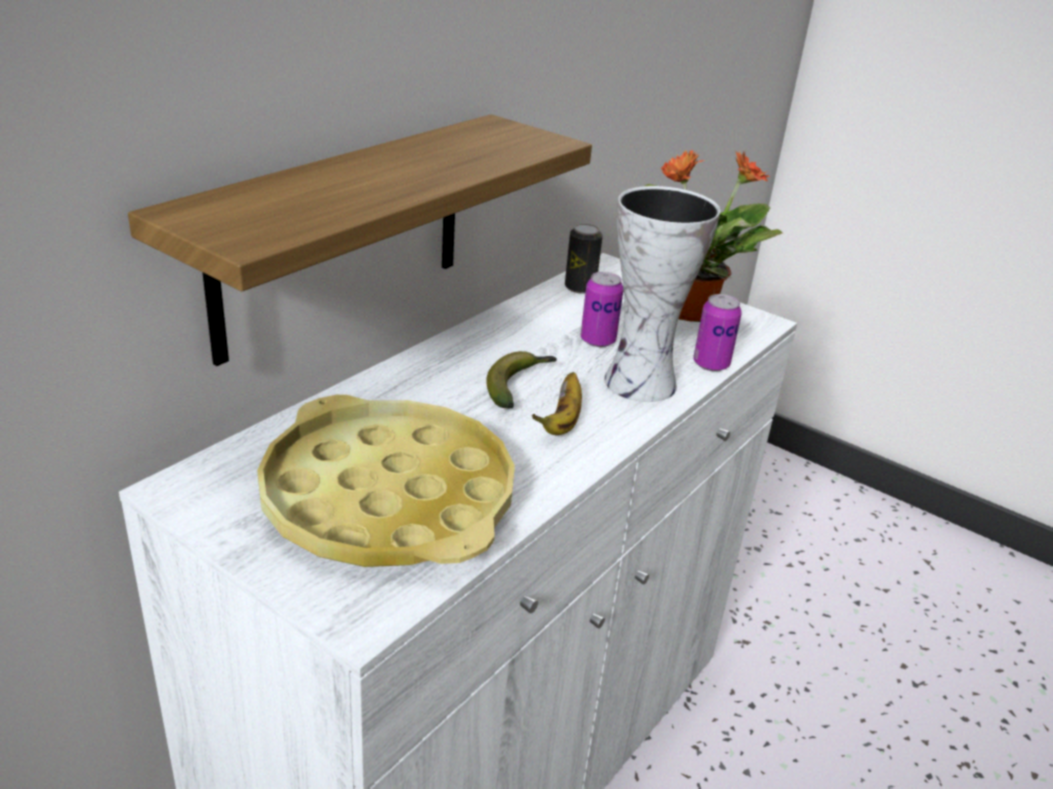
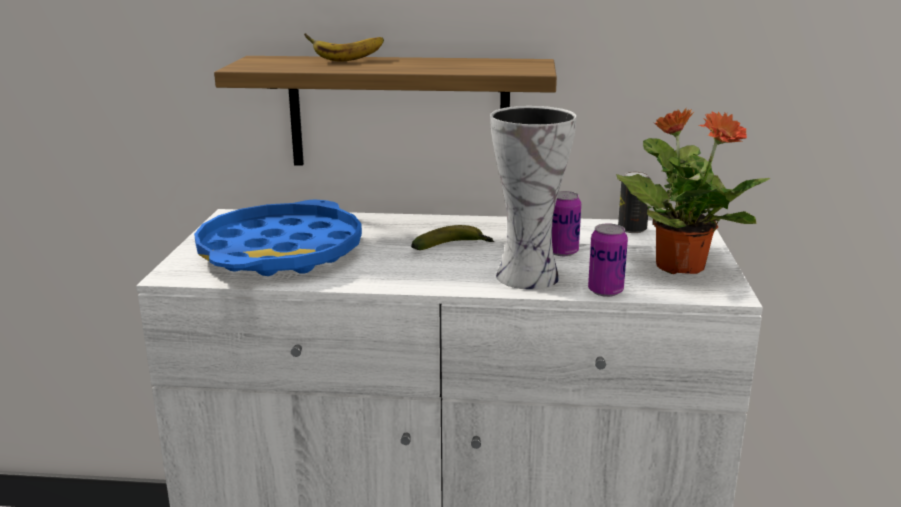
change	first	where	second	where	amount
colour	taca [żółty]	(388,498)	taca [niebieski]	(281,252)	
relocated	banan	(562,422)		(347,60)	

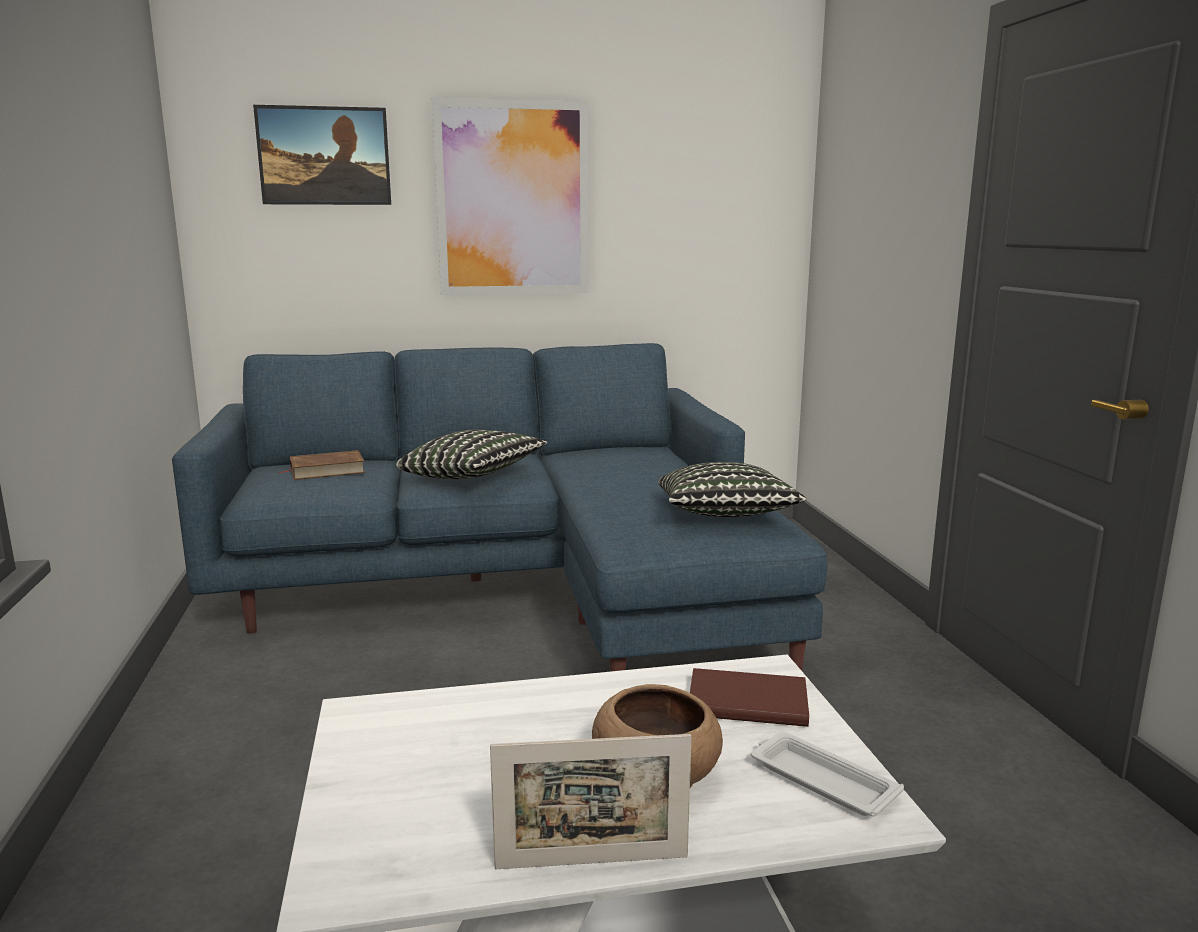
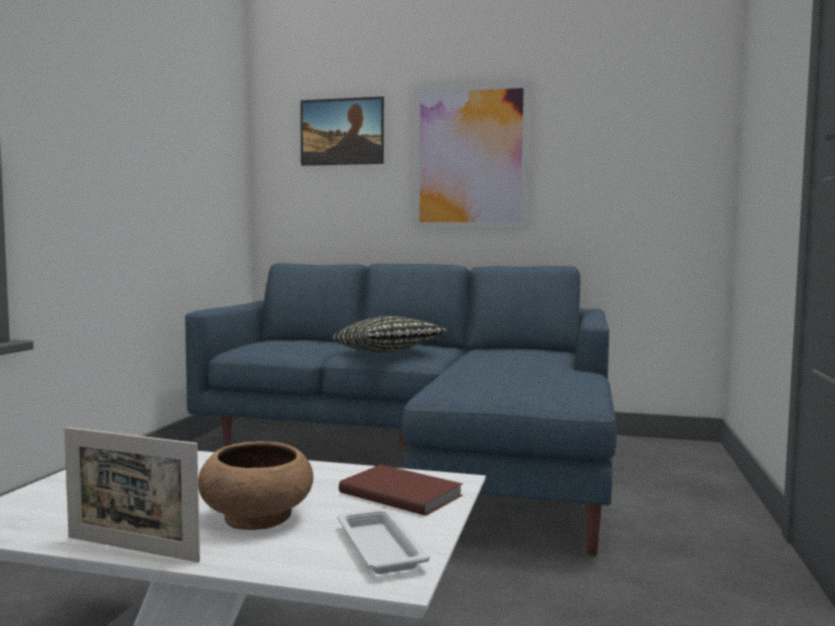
change	first	where	second	where	amount
missing	książka [brązowy]	(327,470)			
missing	poduszka	(724,516)			

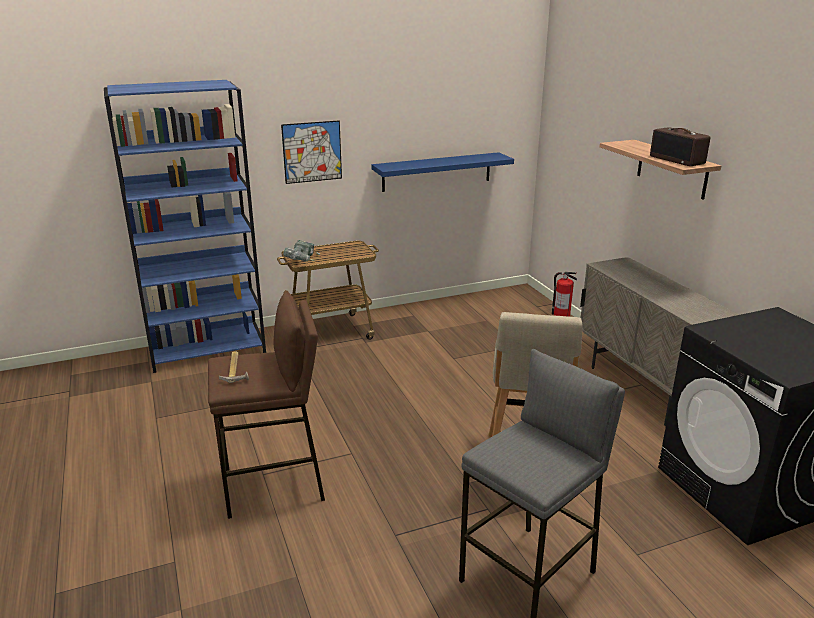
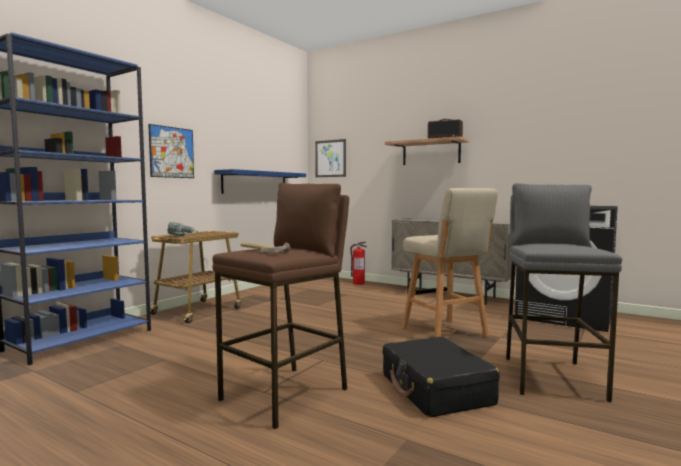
change	first	where	second	where	amount
appeared			obraz	(330,158)	
appeared			walizka [czarny]	(436,390)	

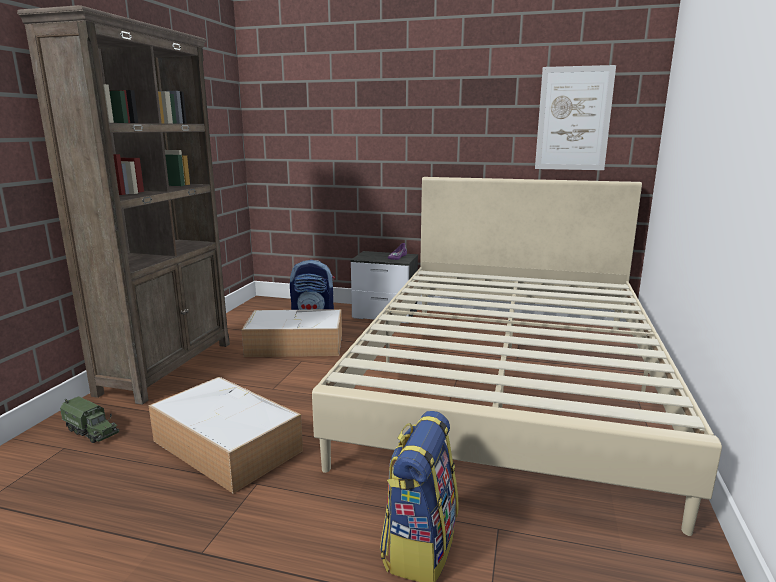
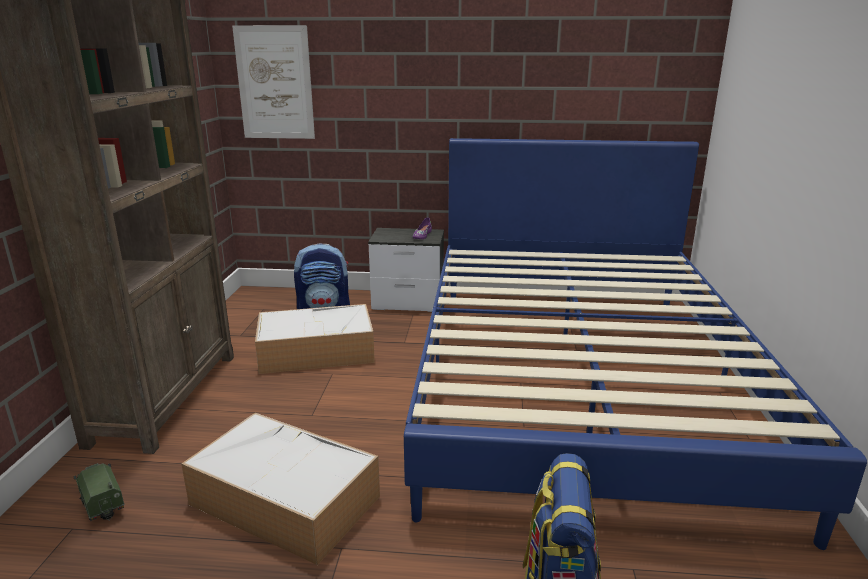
change	first	where	second	where	amount
spun	ciężarówka zabawkowa	(92,431)		(101,500)	150 degrees counterclockwise
relocated	obraz	(573,119)		(275,83)	
colour	łóżko [beżowy]	(509,382)	łóżko [niebieski]	(578,380)	

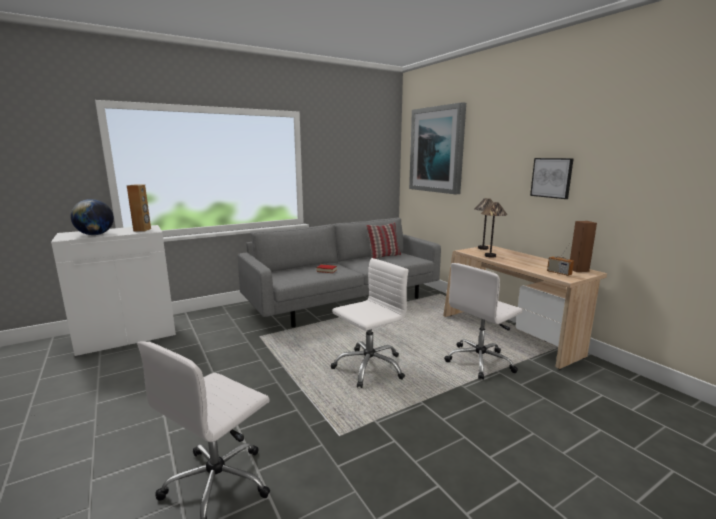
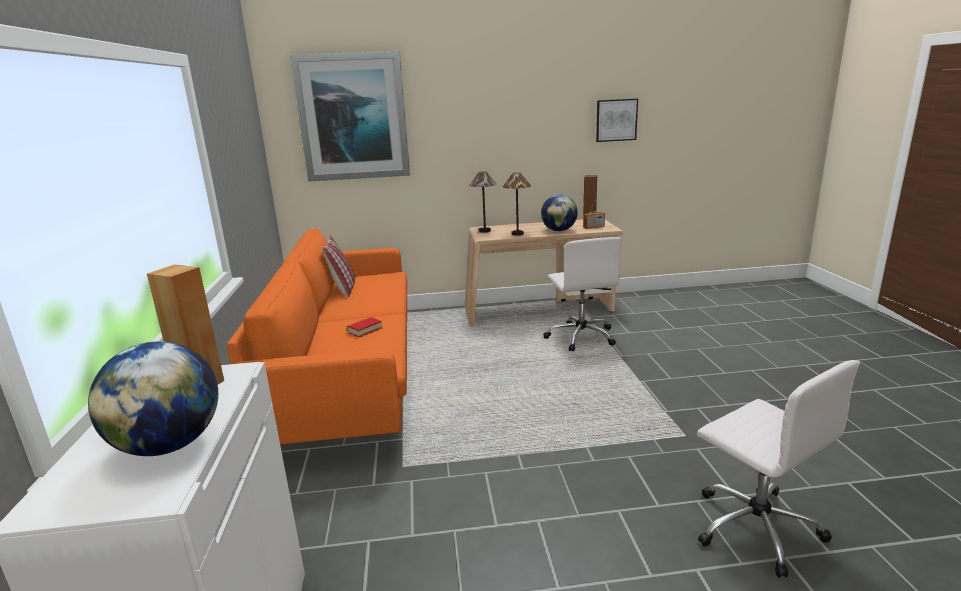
change	first	where	second	where	amount
colour	kanapa [szary]	(345,301)	kanapa [pomarańczowy]	(349,375)	
appeared			globus	(559,230)	
relocated	obraz	(551,178)		(616,120)	
missing	krzesło biurowe [biały]	(369,367)			

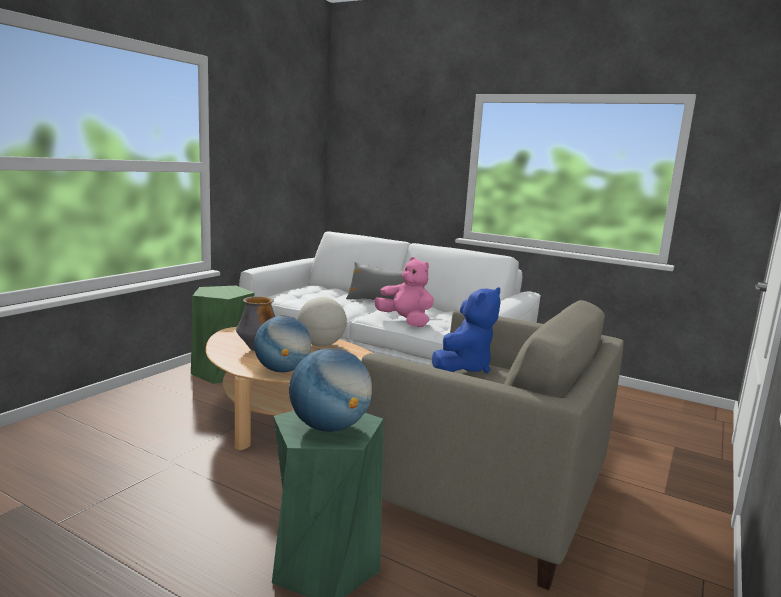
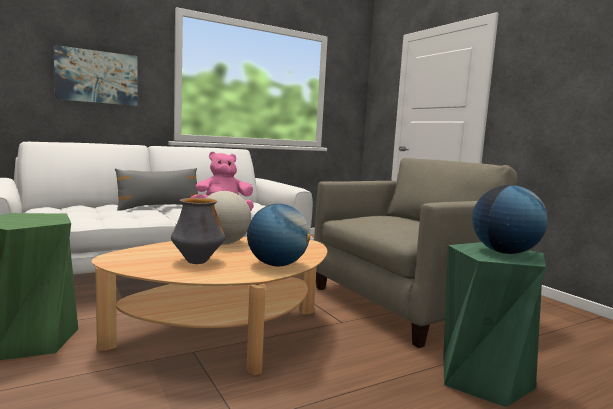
change	first	where	second	where	amount
appeared			obraz	(97,77)	
missing	pluszak [niebieski]	(464,367)			

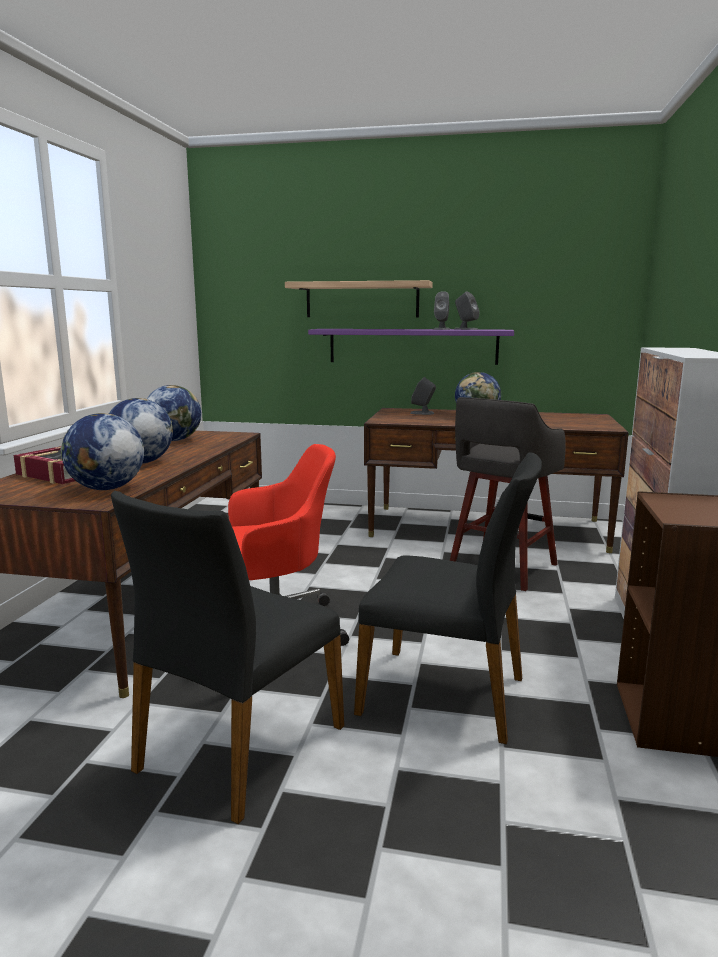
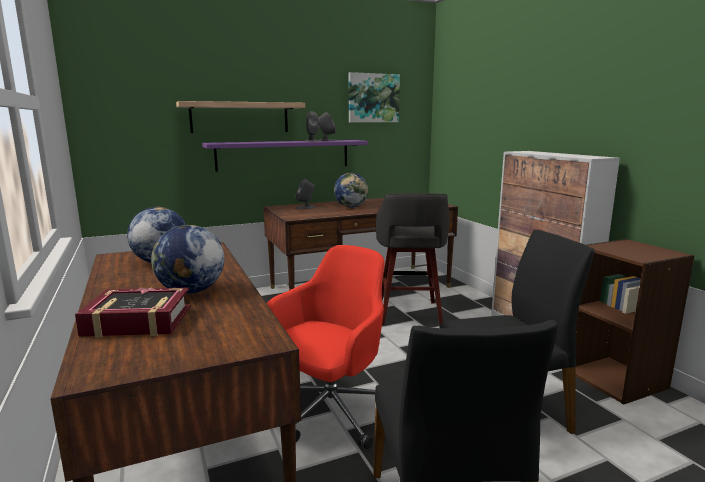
change	first	where	second	where	amount
appeared			obraz	(373,98)	
missing	globus	(106,489)			

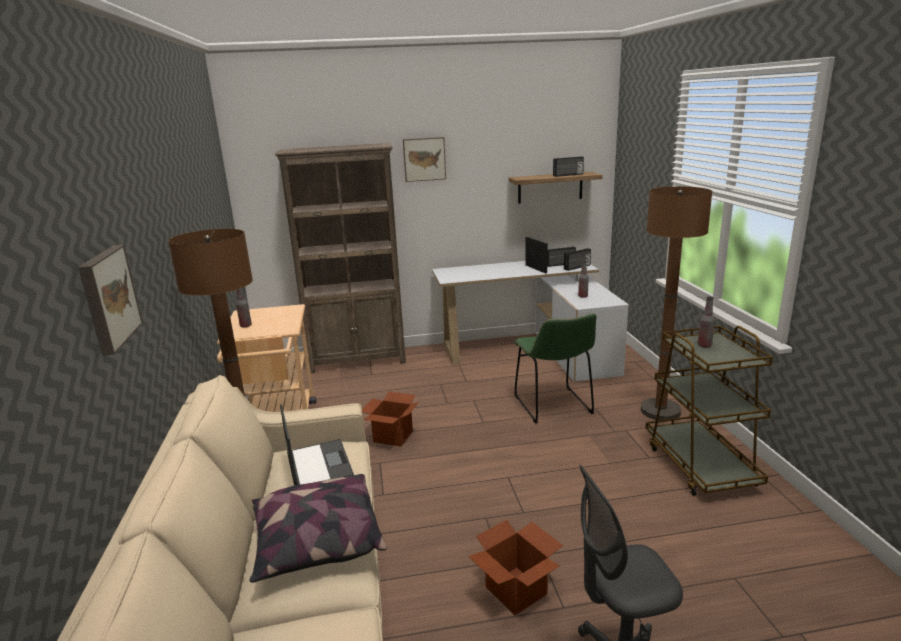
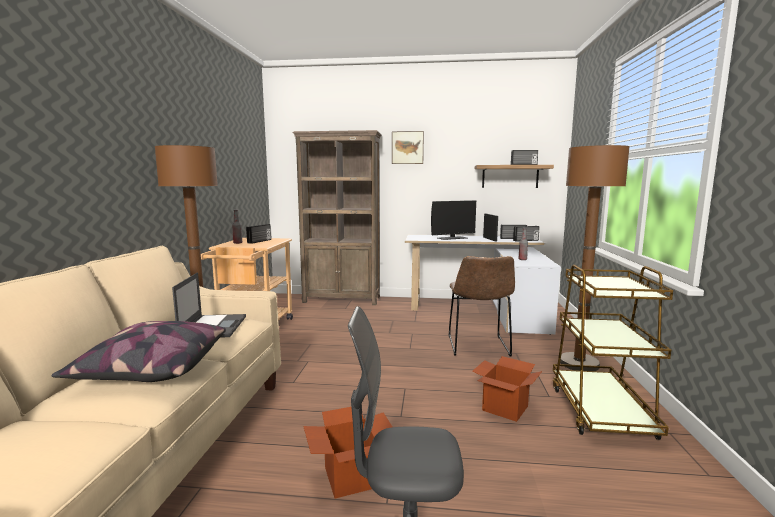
change	first	where	second	where	amount
appeared			radio	(260,241)	
appeared			monitor	(452,238)	
colour	krzesło [zielony]	(554,407)	krzesło [brązowy]	(478,347)	
relocated	karton	(393,436)		(505,408)	
missing	obraz	(107,298)			
missing	butelka	(704,345)			

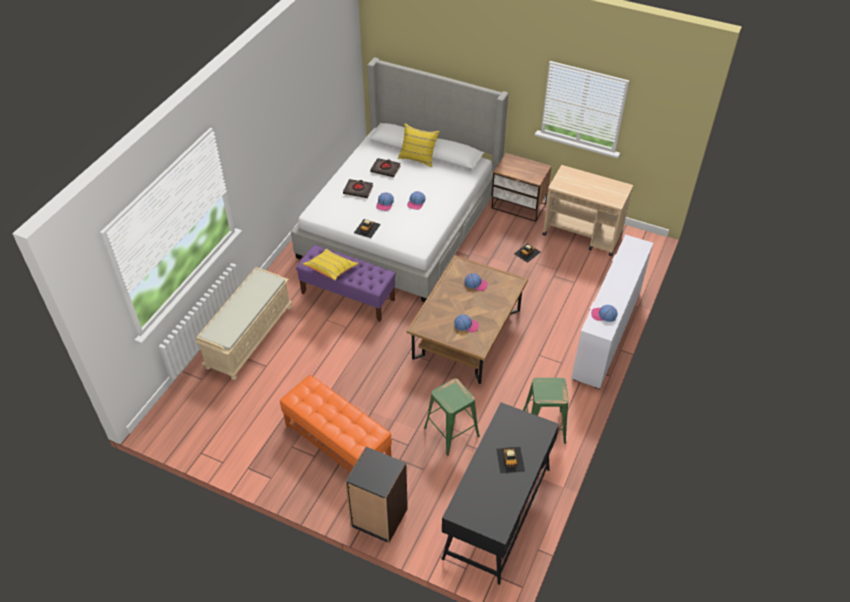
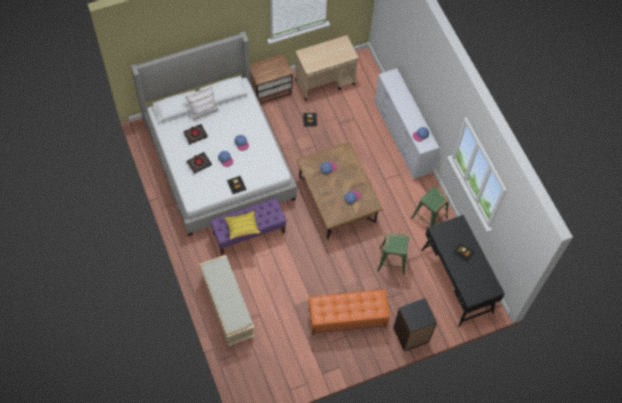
change	first	where	second	where	amount
colour	poduszka [żółty]	(418,157)	poduszka [biały]	(203,110)	

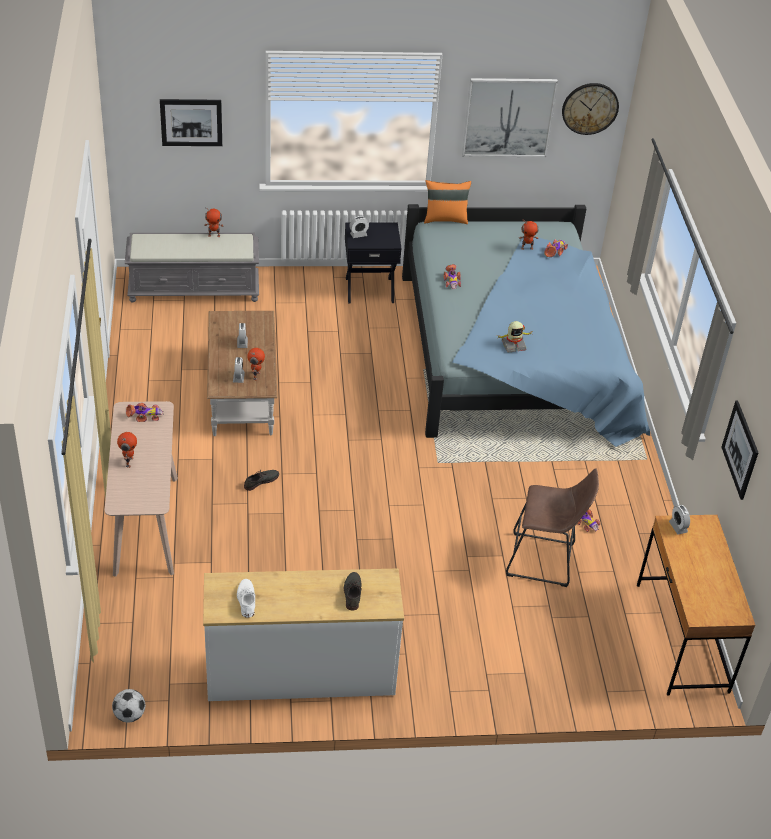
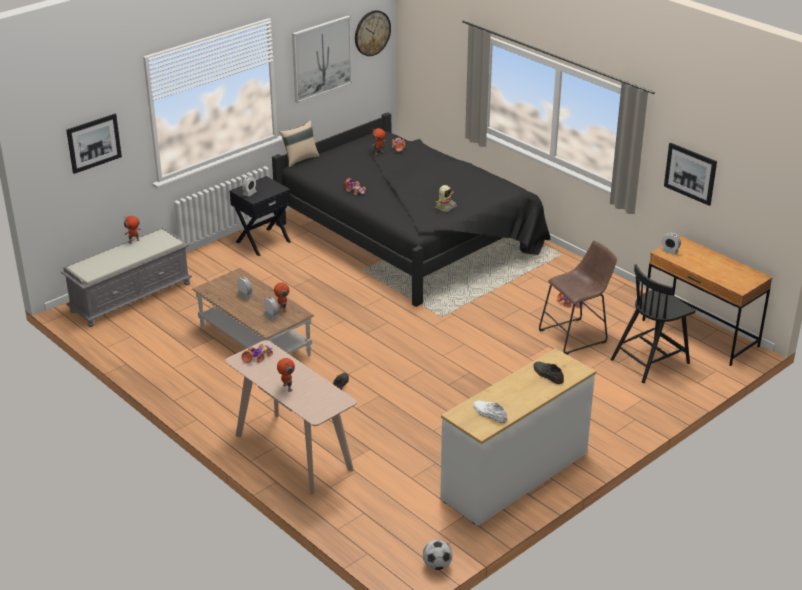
change	first	where	second	where	amount
colour	łóżko [niebieski]	(514,356)	łóżko [czarny]	(410,236)	
colour	poduszka [pomarańczowy]	(445,219)	poduszka [beżowy]	(300,159)	
appeared			krzesło [czarny]	(650,360)	

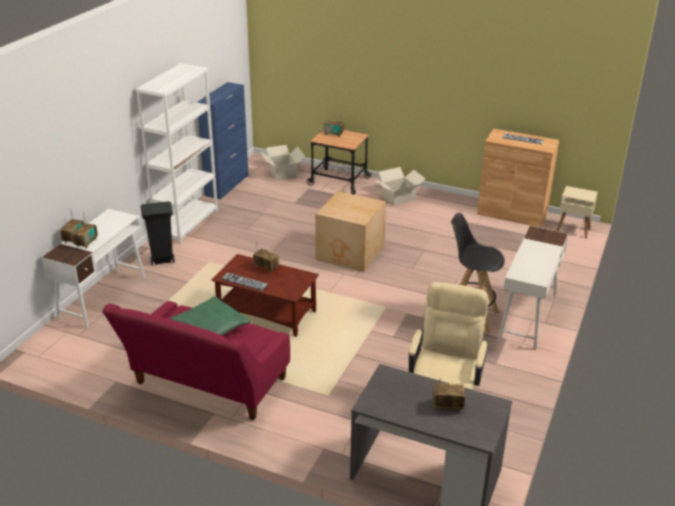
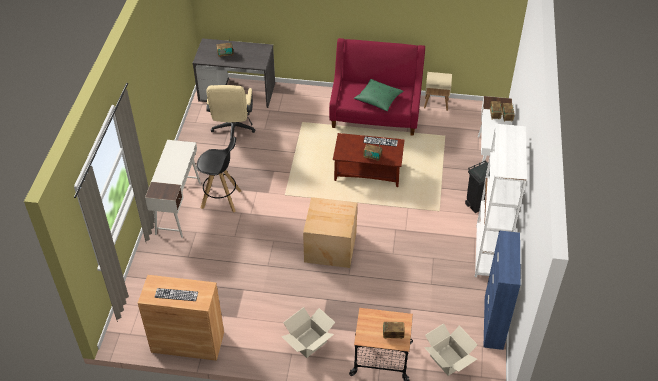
change	first	where	second	where	amount
relocated	stolik [beżowy]	(572,230)		(436,104)	

